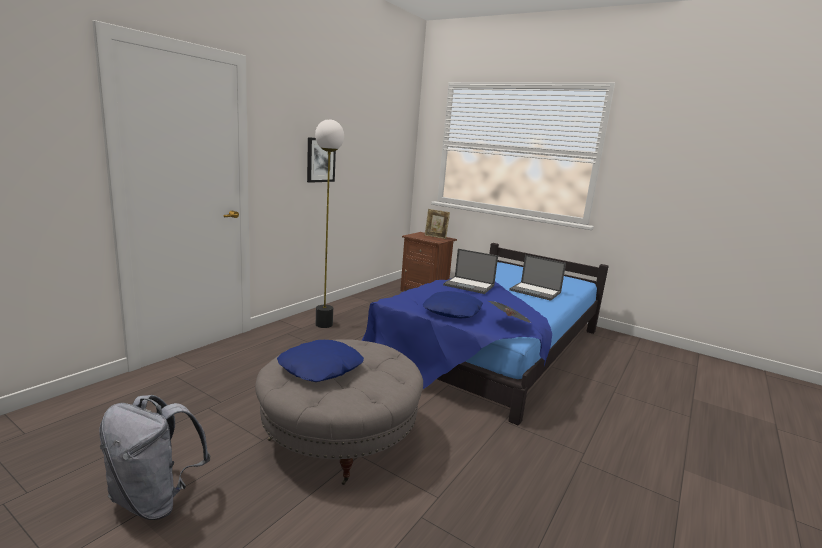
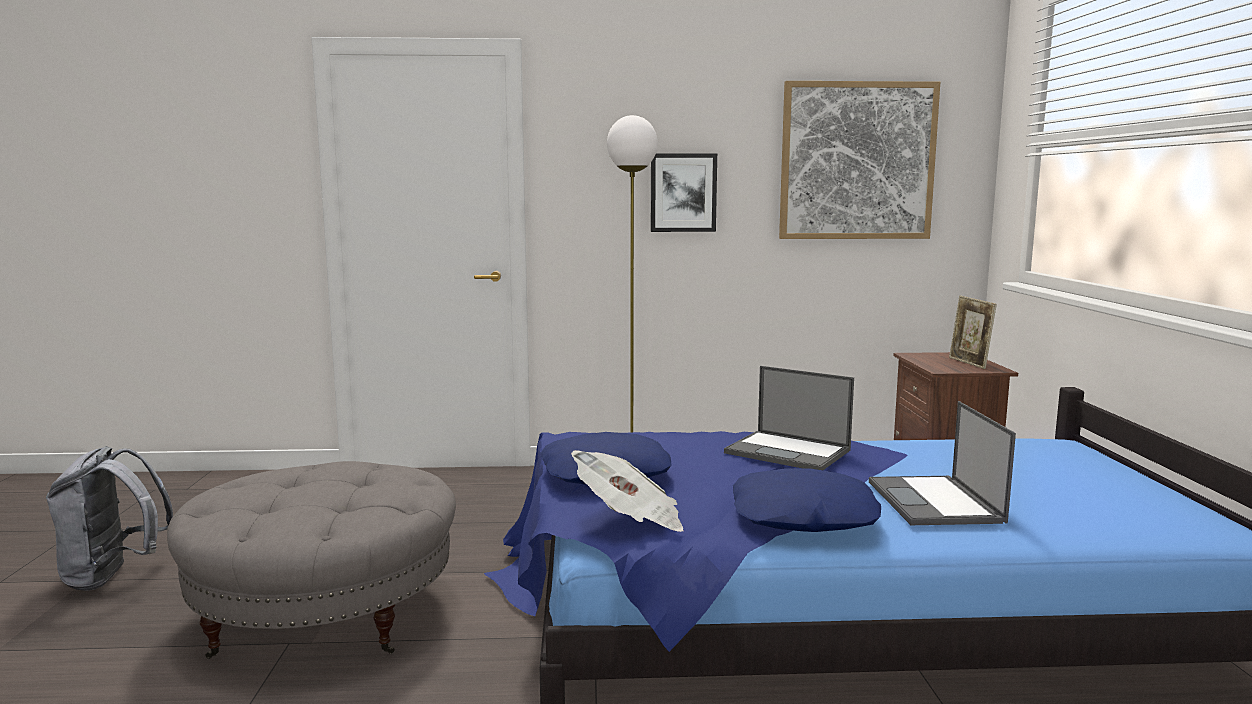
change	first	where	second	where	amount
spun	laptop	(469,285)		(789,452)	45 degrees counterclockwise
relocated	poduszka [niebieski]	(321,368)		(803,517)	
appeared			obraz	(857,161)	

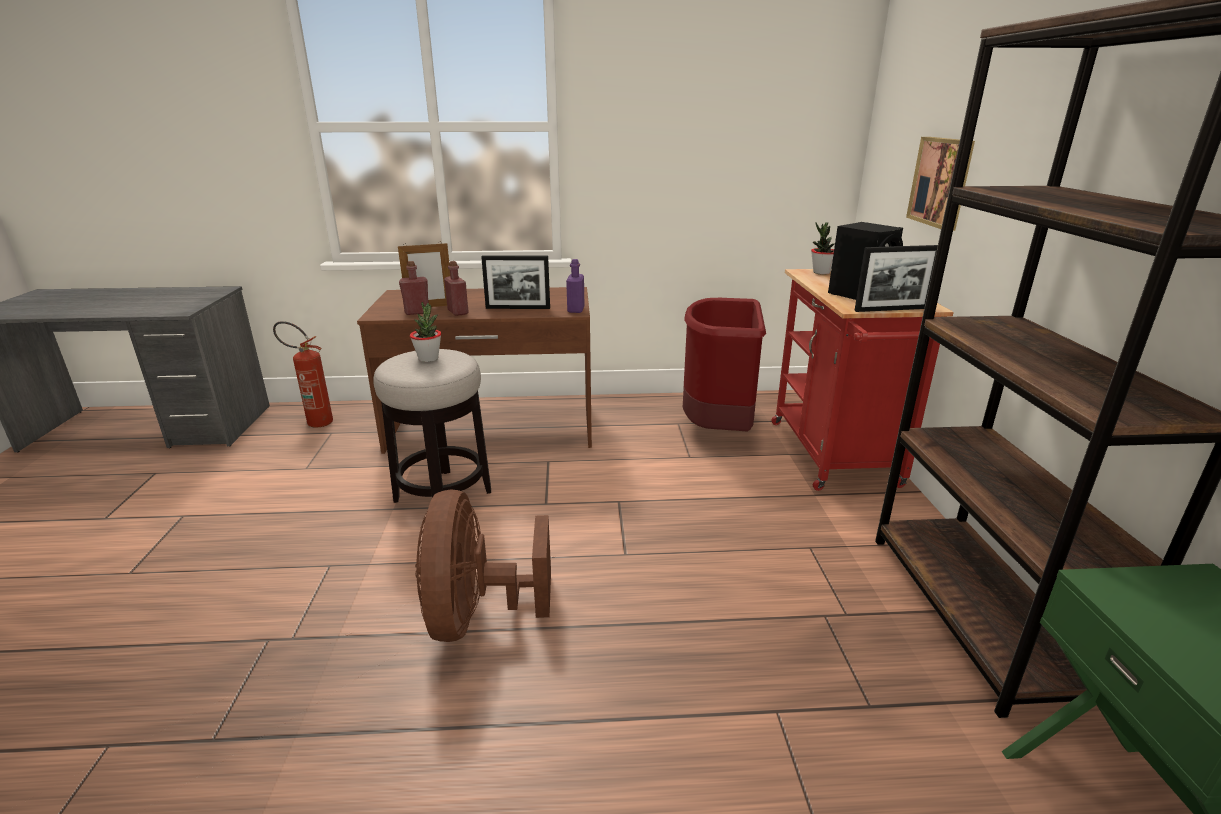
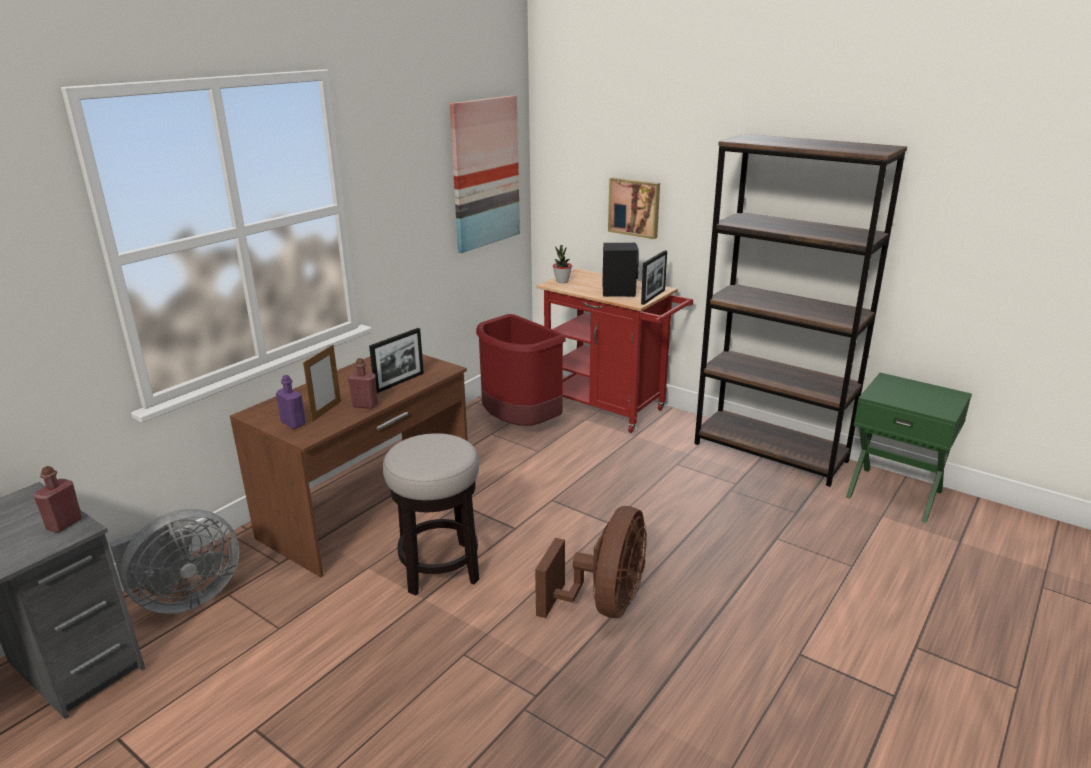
change	first	where	second	where	amount
relocated	butelka [czerwony]	(417,312)		(64,524)	
exchanged	gaśnica	(314,422)	wentylator [szary]	(184,598)	
relocated	butelka [fioletowy]	(576,309)		(293,423)	
appeared			obraz	(485,173)	
spun	wentylator [brązowy]	(477,615)		(604,603)	105 degrees counterclockwise
missing	roślina doniczkowa	(428,358)			

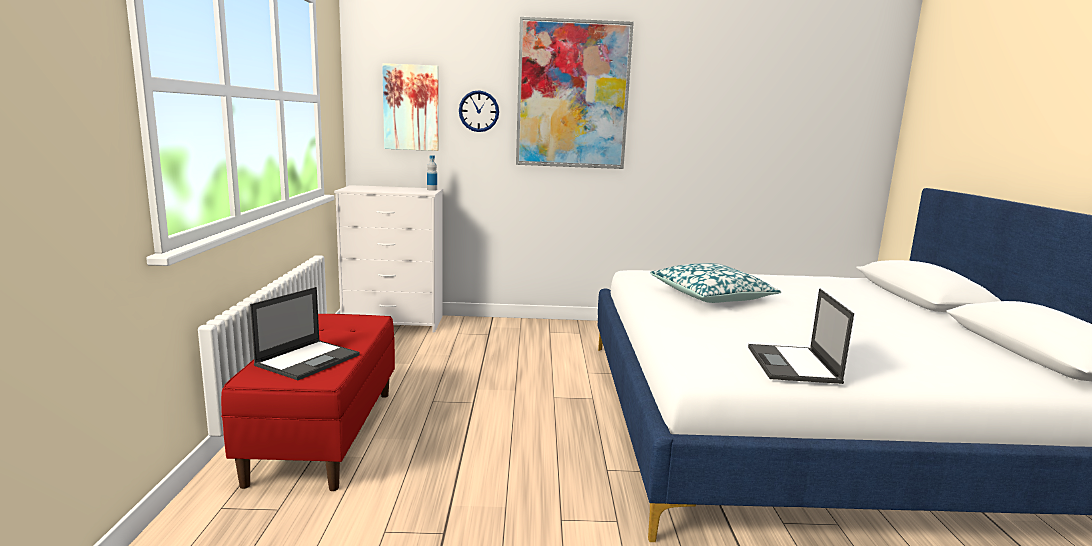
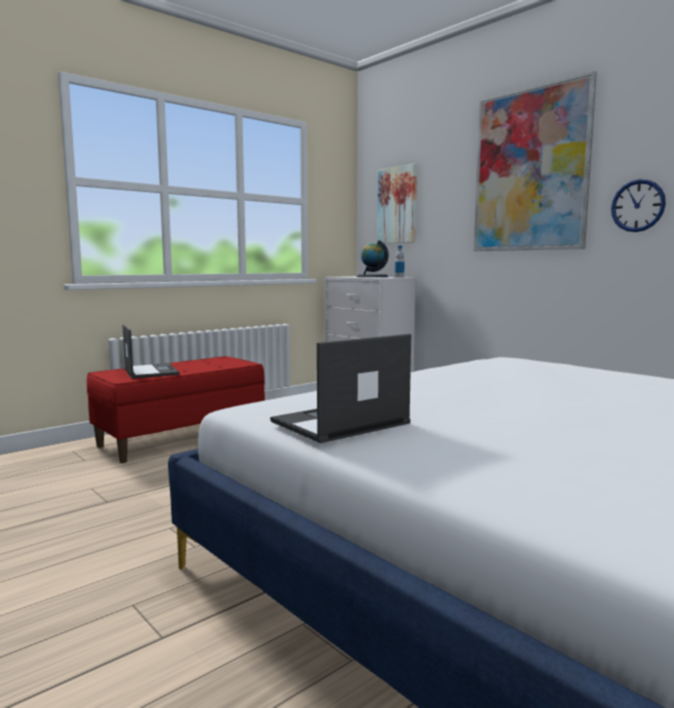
change	first	where	second	where	amount
spun	laptop	(308,360)		(150,371)	105 degrees counterclockwise
appeared			globus	(372,276)	
relocated	zegar ścienny	(479,111)		(637,205)	
missing	poduszka	(711,296)			

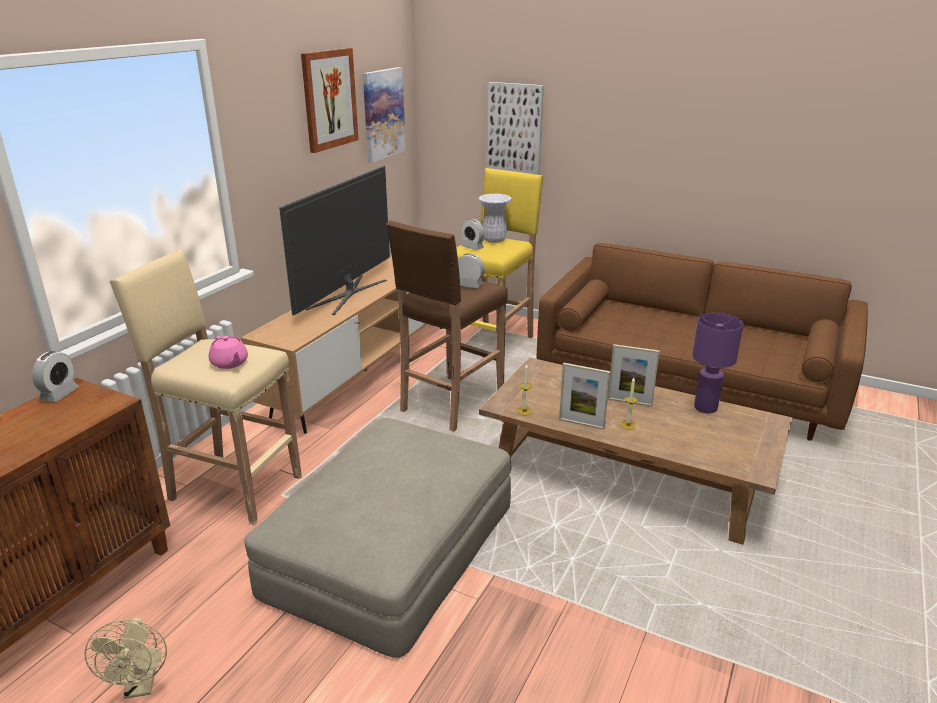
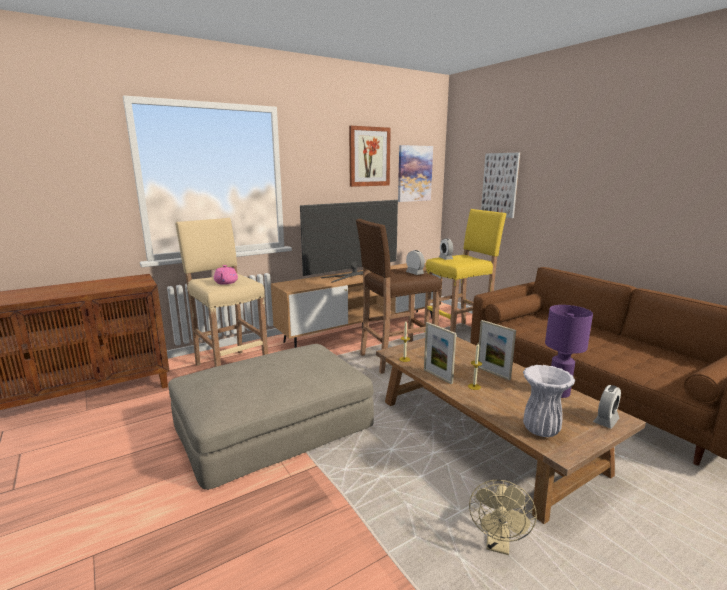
change	first	where	second	where	amount
relocated	wentylator [beżowy]	(141,686)		(498,544)	
relocated	wazon [biały]	(494,240)		(542,430)	
relocated	budzik	(59,394)		(606,421)	

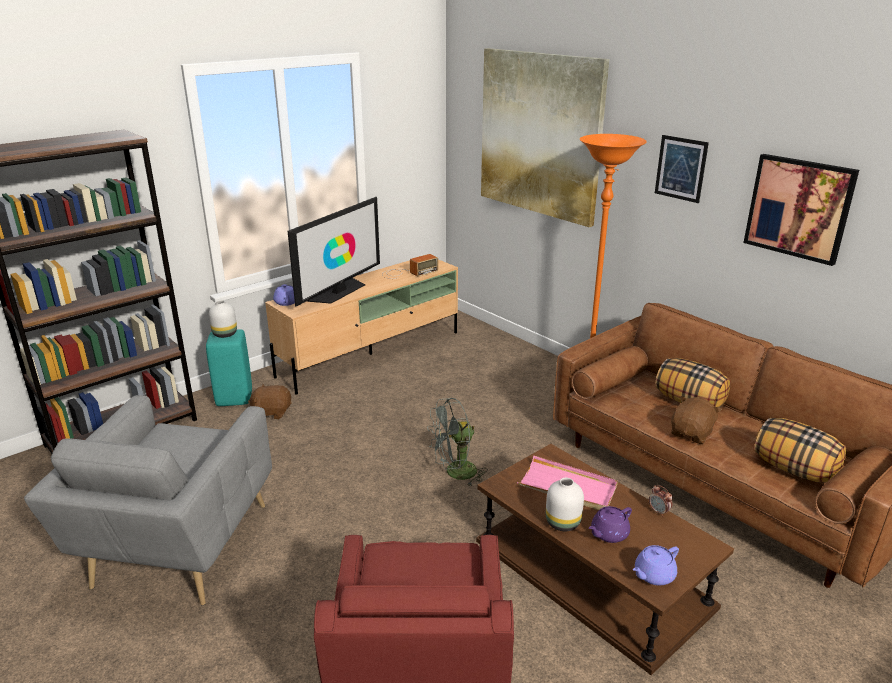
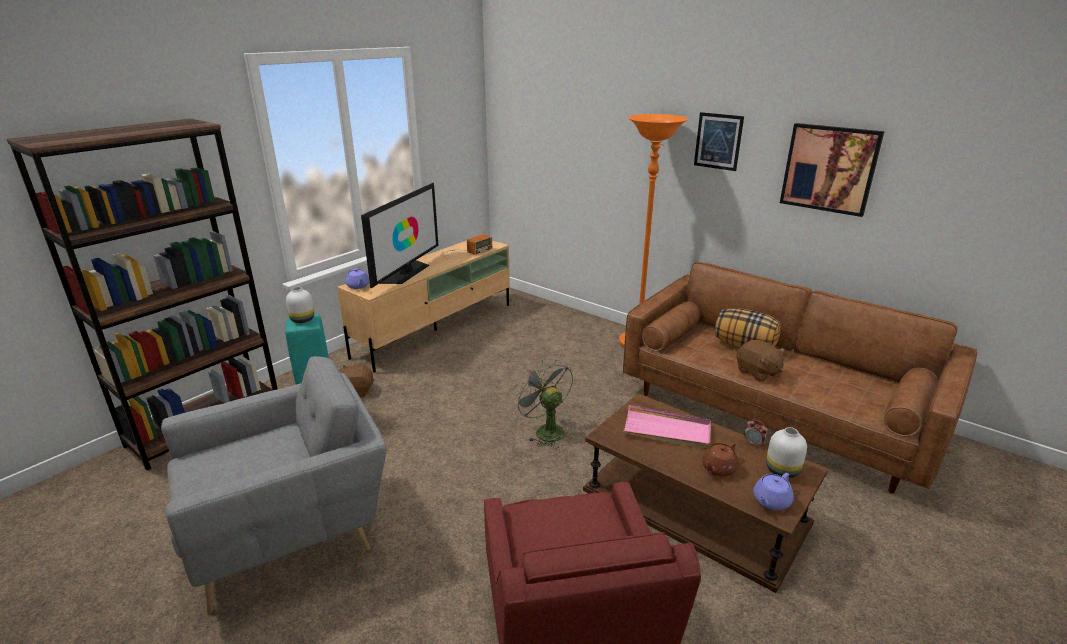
change	first	where	second	where	amount
spun	fotel [szary]	(177,550)		(292,535)	120 degrees counterclockwise
spun	wentylator [szary]	(455,473)		(545,430)	90 degrees clockwise
colour	imbryk [fioletowy]	(608,534)	imbryk [brązowy]	(718,469)	
spun	pluszak [brązowy]	(692,434)		(757,372)	120 degrees clockwise
relocated	wazon [biały]	(563,523)		(783,470)	
missing	obraz	(540,134)			
missing	poduszka	(794,470)			

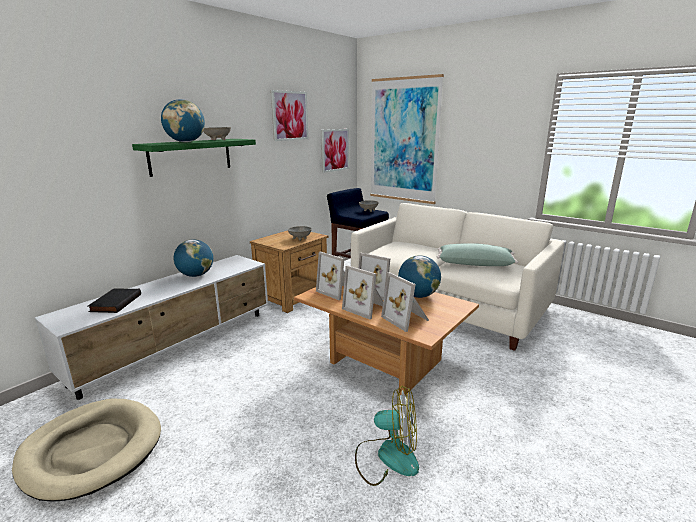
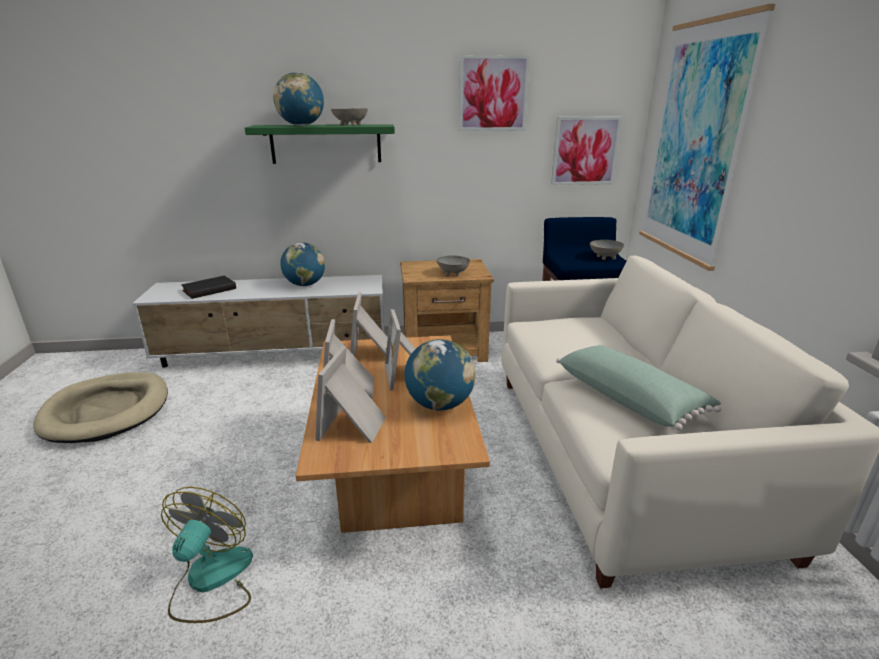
change	first	where	second	where	amount
spun	wentylator	(387,457)		(211,581)	135 degrees counterclockwise

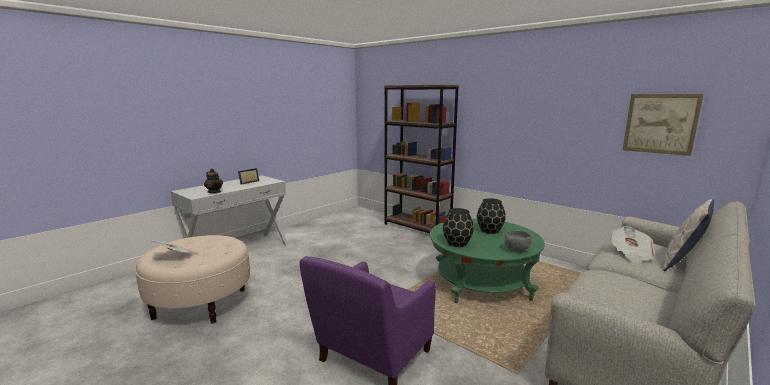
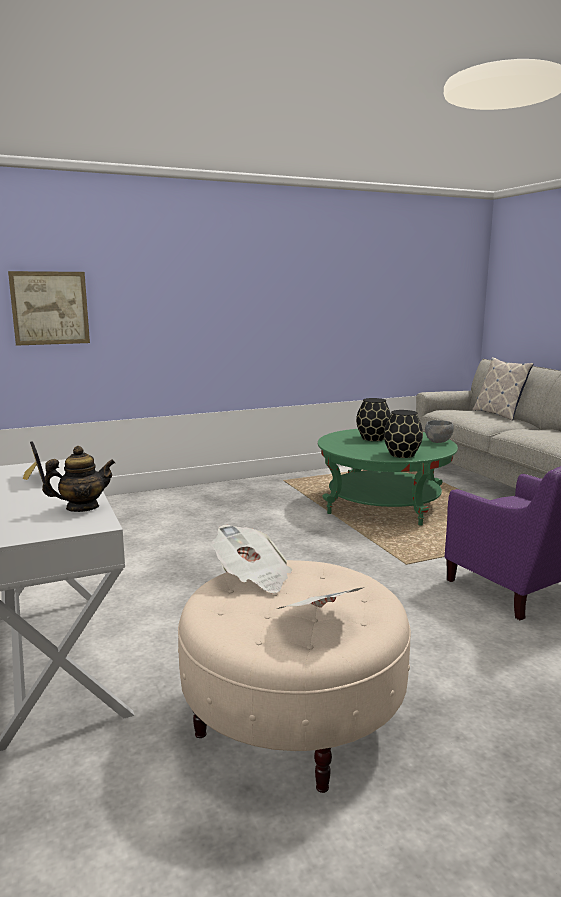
change	first	where	second	where	amount
relocated	obraz	(660,124)		(50,308)	
relocated	gazeta	(631,254)		(253,577)	
missing	regał [brązowy]	(417,228)			

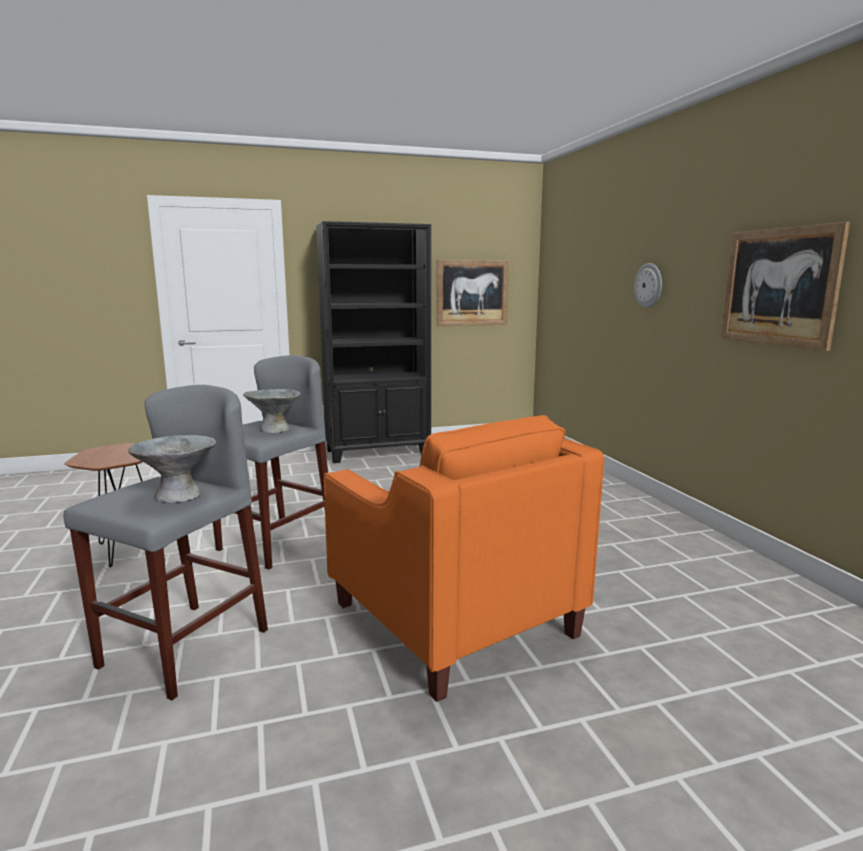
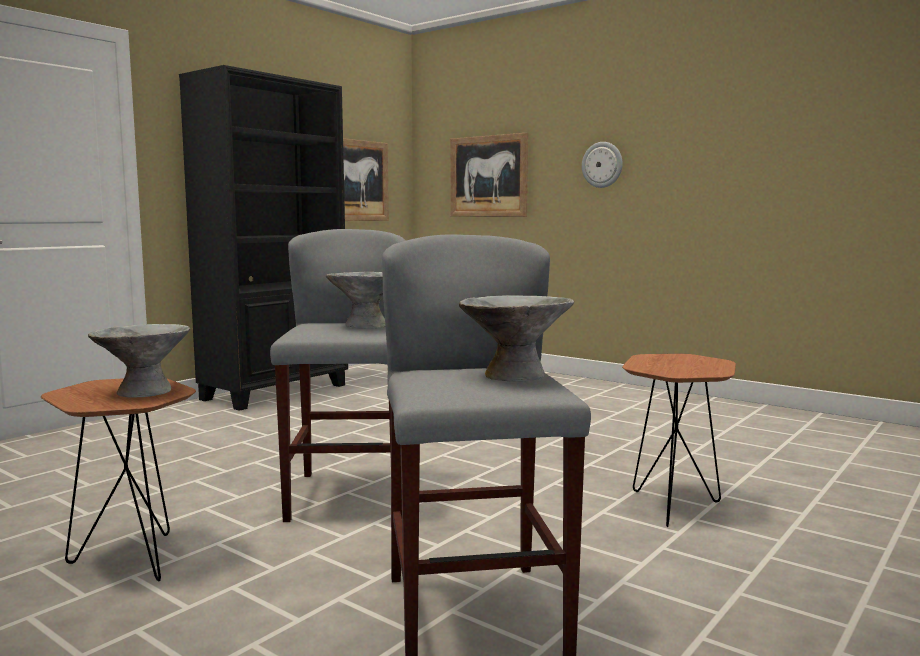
change	first	where	second	where	amount
appeared			miska [szary]	(144,392)	
relocated	obraz	(778,287)		(488,176)	
exchanged	fotel [pomarańczowy]	(452,619)	stolik [brązowy]	(673,504)	

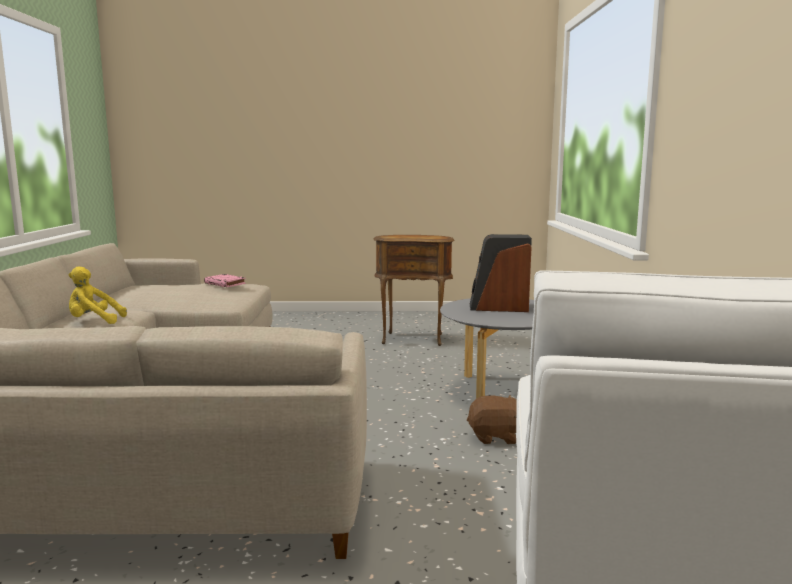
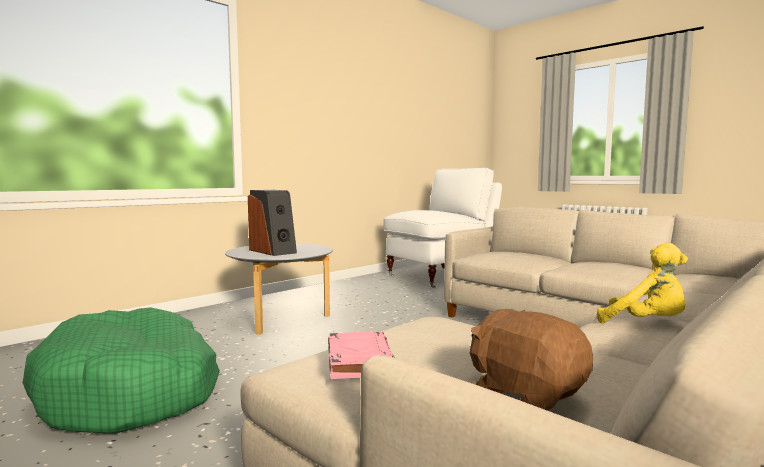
change	first	where	second	where	amount
exchanged	stolik [brązowy]	(413,338)	legowisko [zielony]	(132,391)	
relocated	pluszak [brązowy]	(496,437)		(526,394)	

